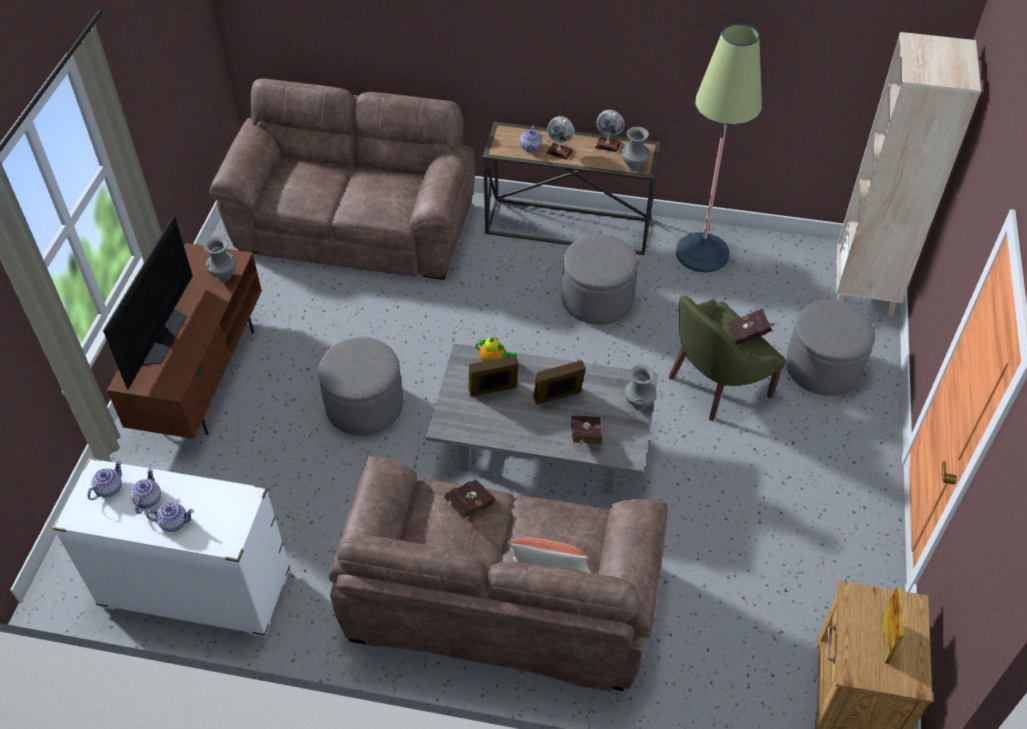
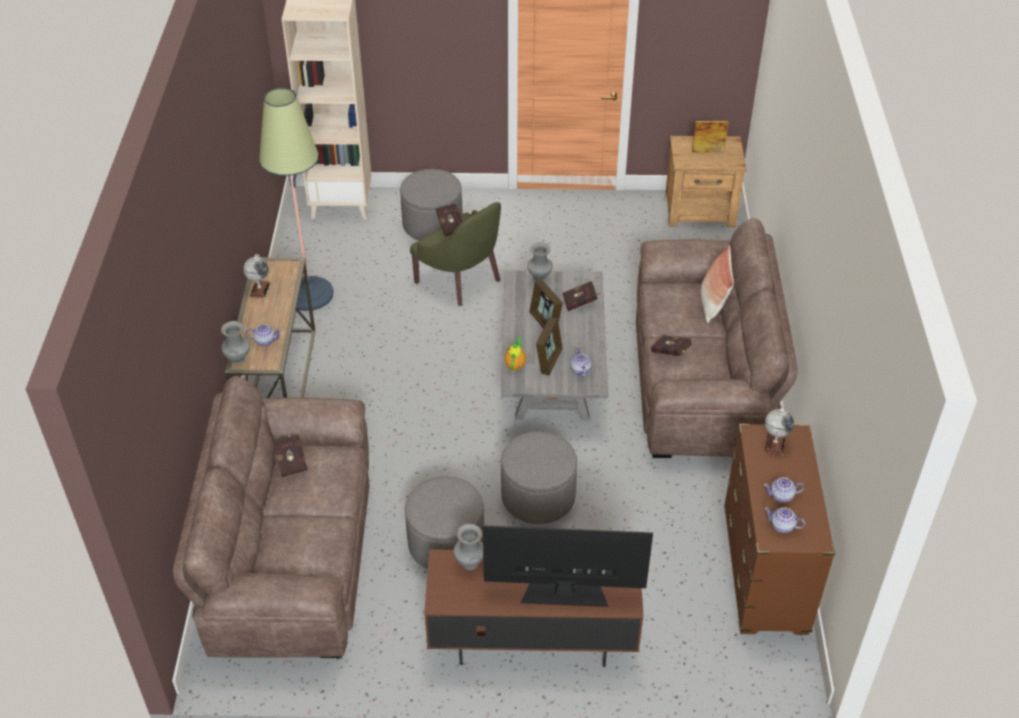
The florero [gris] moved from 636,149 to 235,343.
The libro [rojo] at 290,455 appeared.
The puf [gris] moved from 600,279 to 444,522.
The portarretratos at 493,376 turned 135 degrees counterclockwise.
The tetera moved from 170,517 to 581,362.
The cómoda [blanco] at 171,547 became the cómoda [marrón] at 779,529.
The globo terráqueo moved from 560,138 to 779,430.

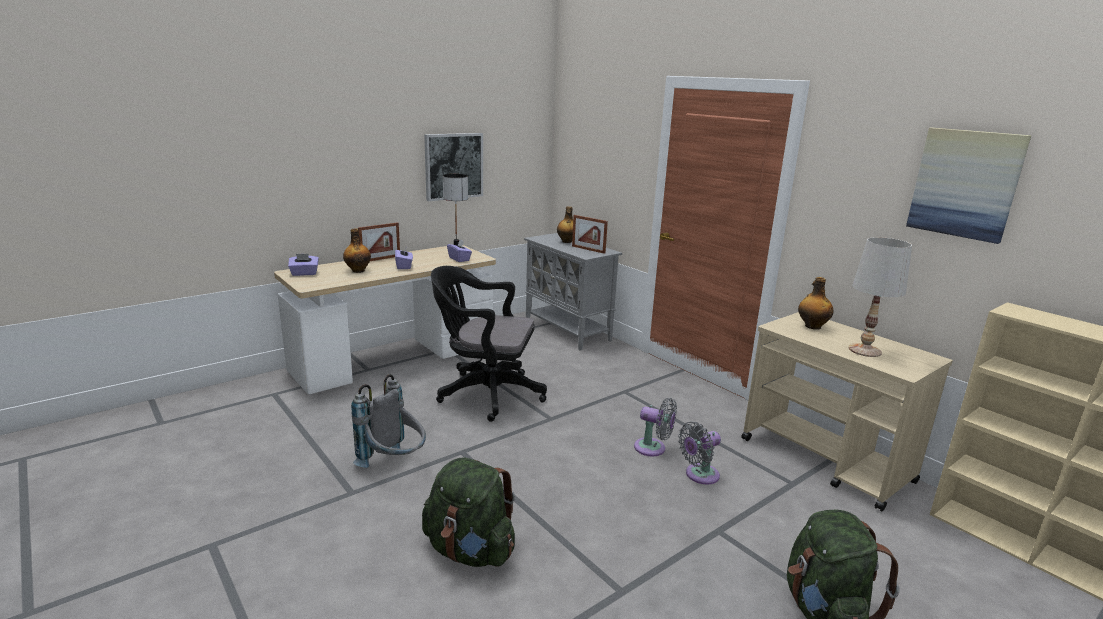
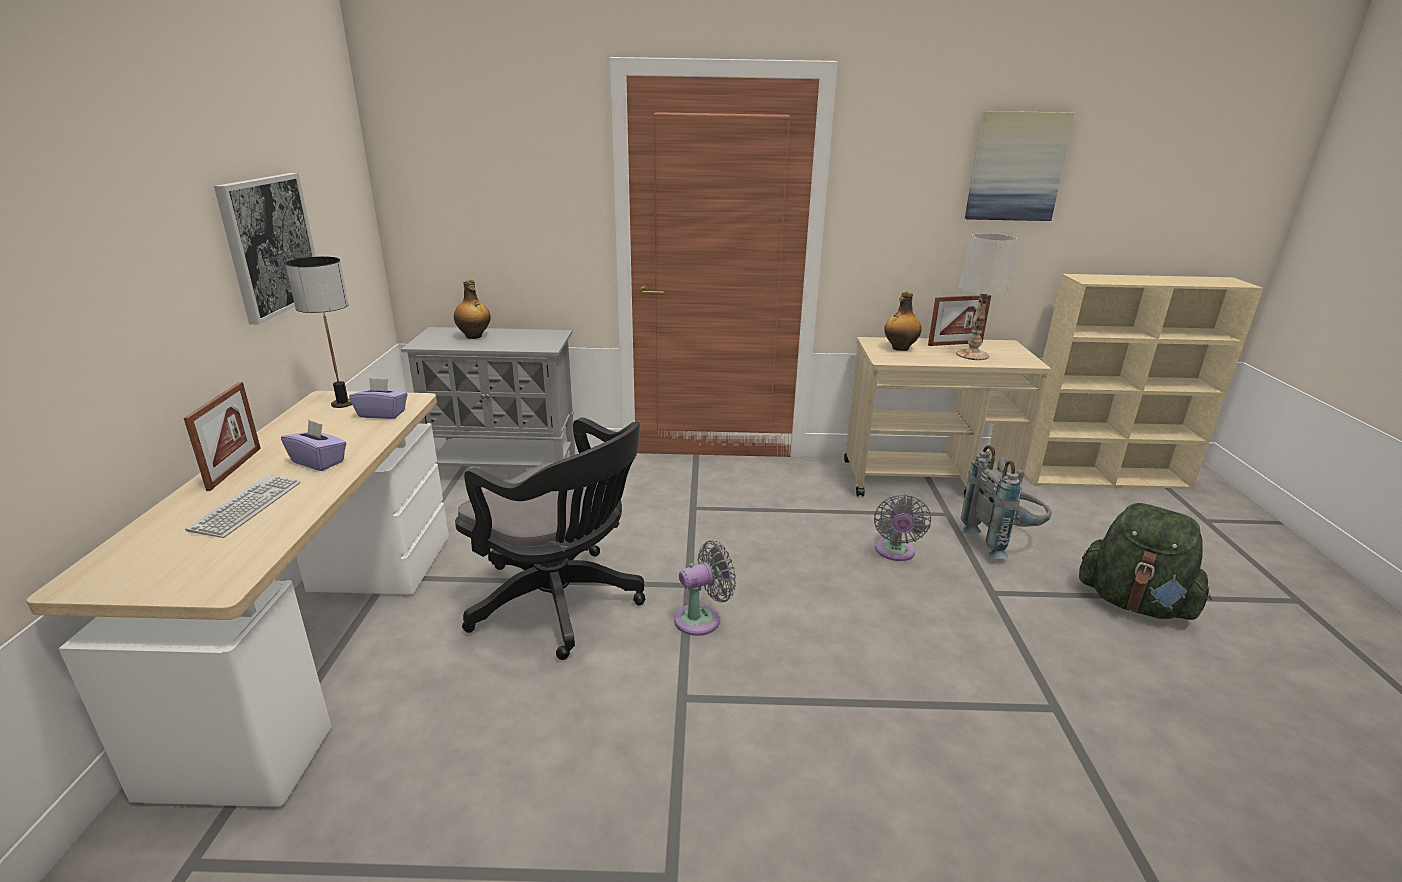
The botella at 357,251 was replaced by the teclado at 242,506.
The silla de oficina [negro] at 489,344 turned 105 degrees counterclockwise.
The ventilador [gris] moved from 655,427 to 705,588.
The portarretratos moved from 590,234 to 959,320.
The mochila [gris] moved from 388,421 to 1006,502.
The caja de pañuelos [morado] at 303,265 disappeared.
The mochila [verde] at 468,512 disappeared.

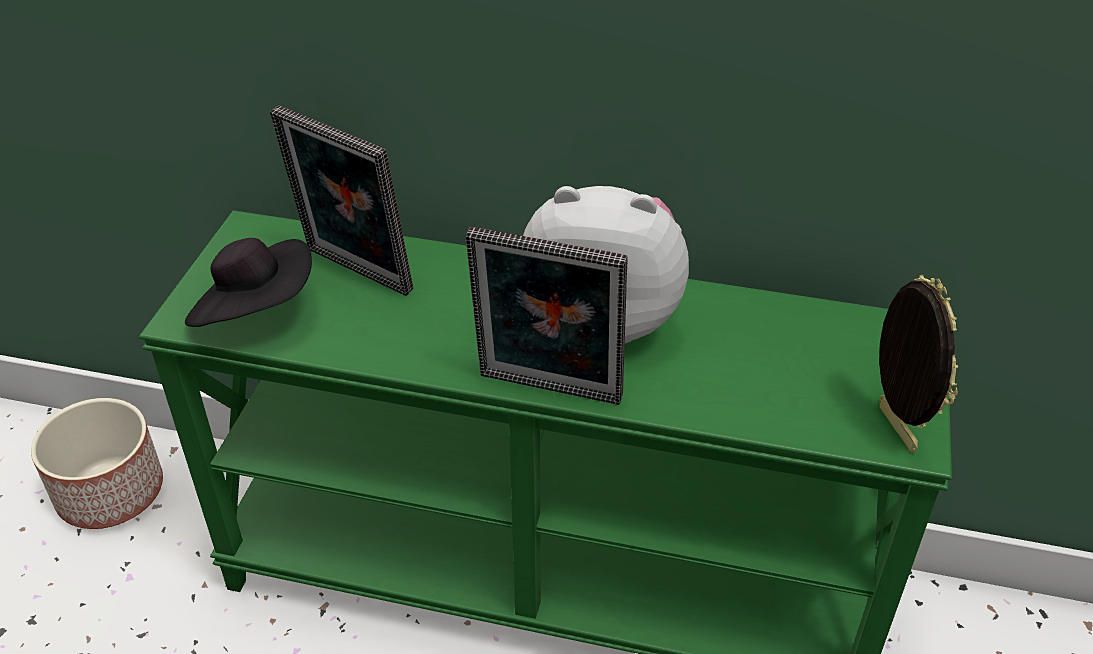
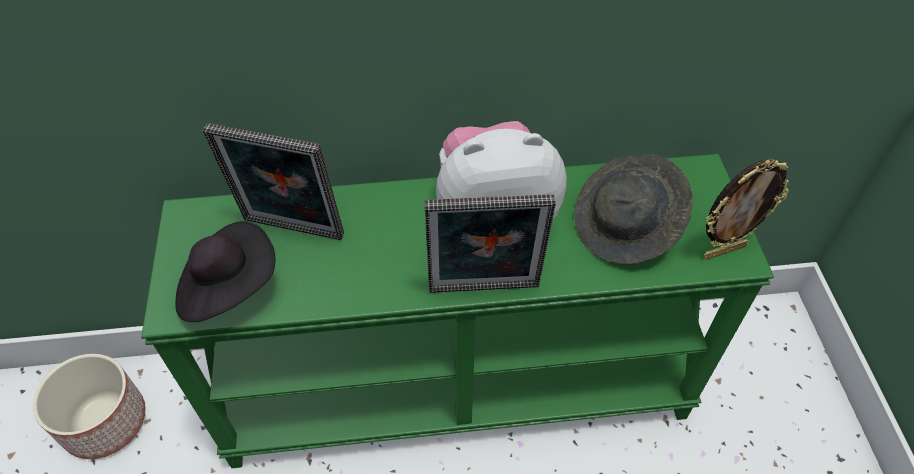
The sombrero [gris] at 633,209 appeared.
The portarretratos at 918,363 turned 105 degrees clockwise.

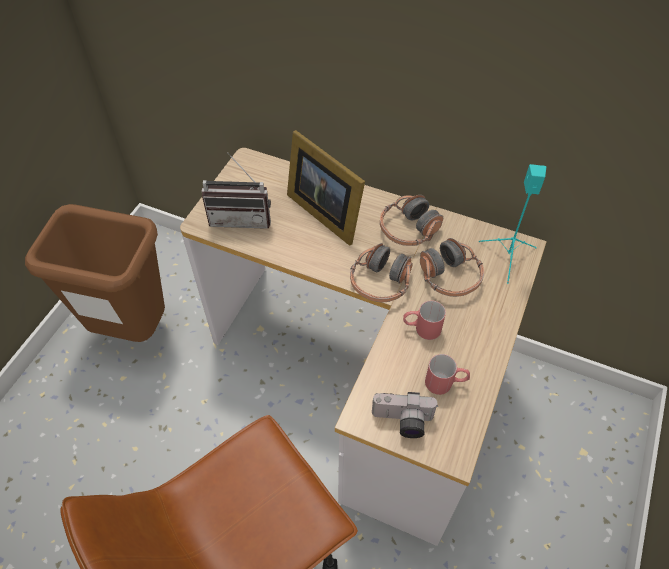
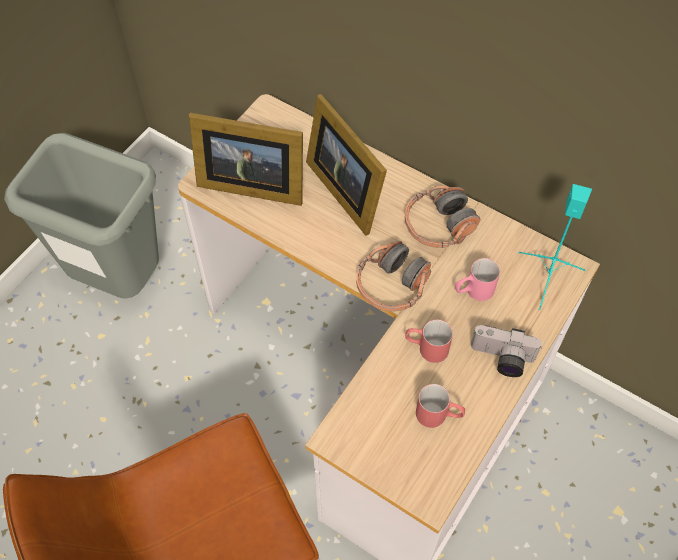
The papelera [marrón] at 95,273 became the papelera [gris] at 81,216.
The radio at 236,190 was replaced by the portarretratos at 246,159.
The auriculares at 452,267 was replaced by the taza grande [rosa] at 477,279.
The cámara moved from 405,415 to 506,351.

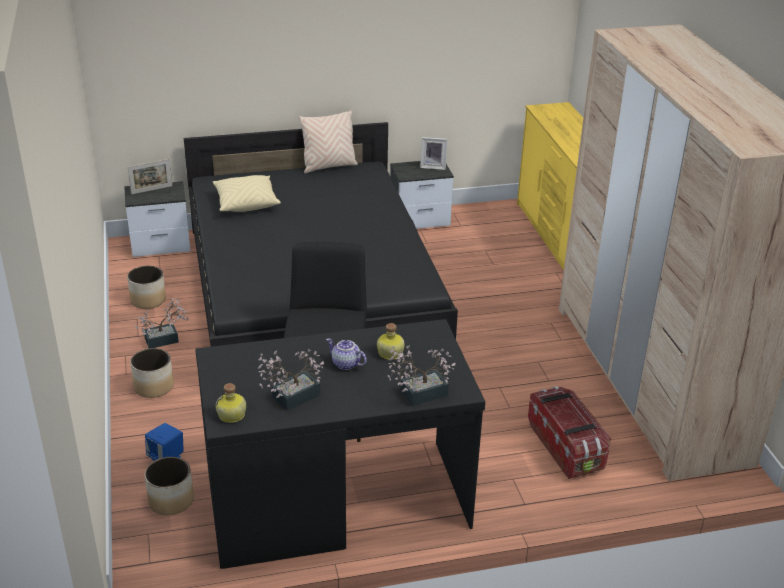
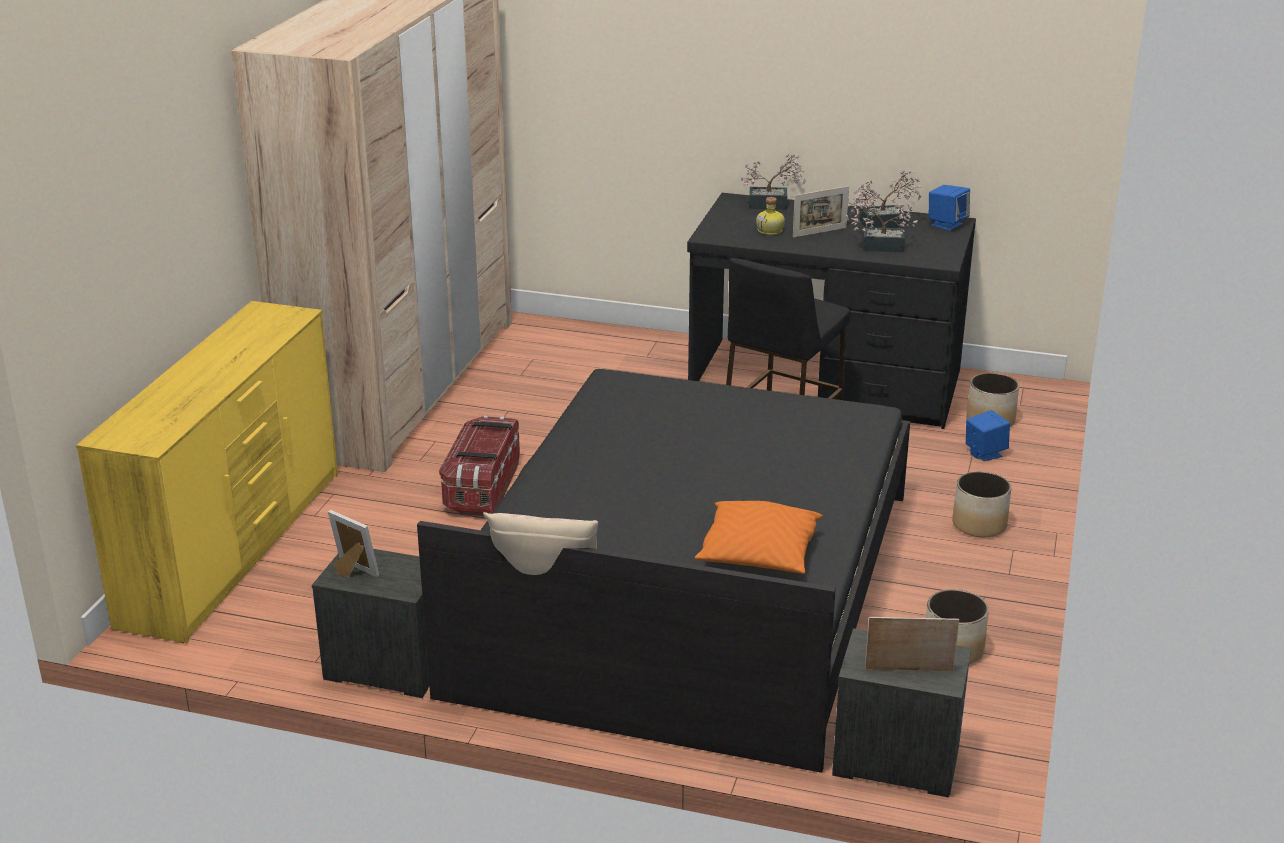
The caja de almacenaje moved from 569,432 to 479,465.
The cojín [beis] at 247,193 became the cojín [naranja] at 759,537.
The tetera at 346,354 was replaced by the portarretratos at 821,212.
The planta en maceta moved from 162,323 to 881,220.
The botella at 230,403 was replaced by the altavoz [azul] at 949,208.

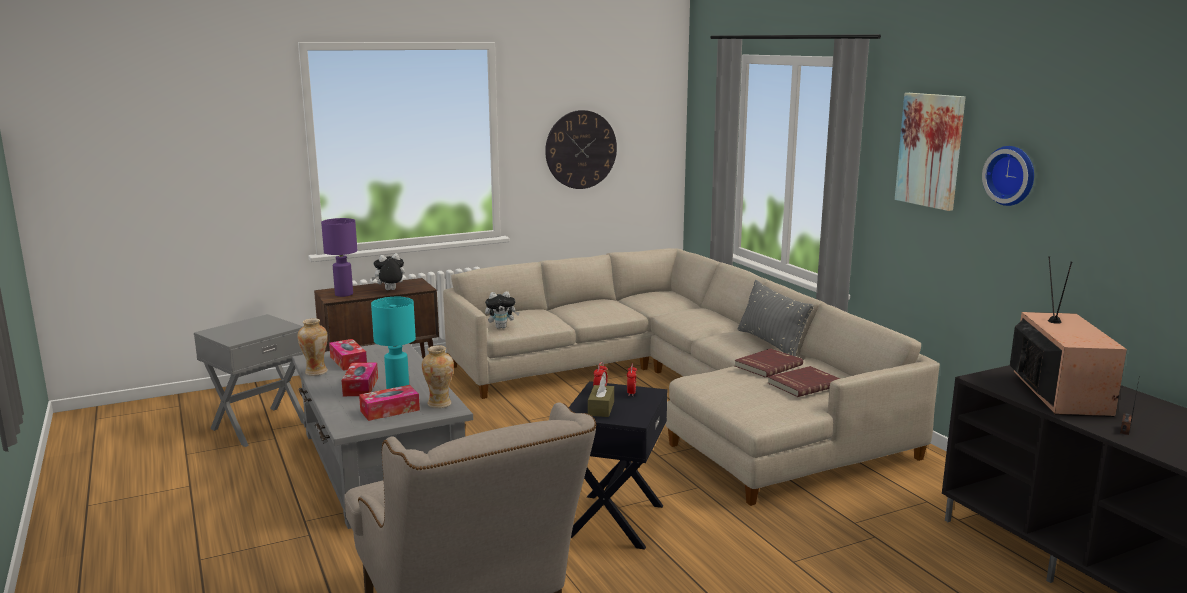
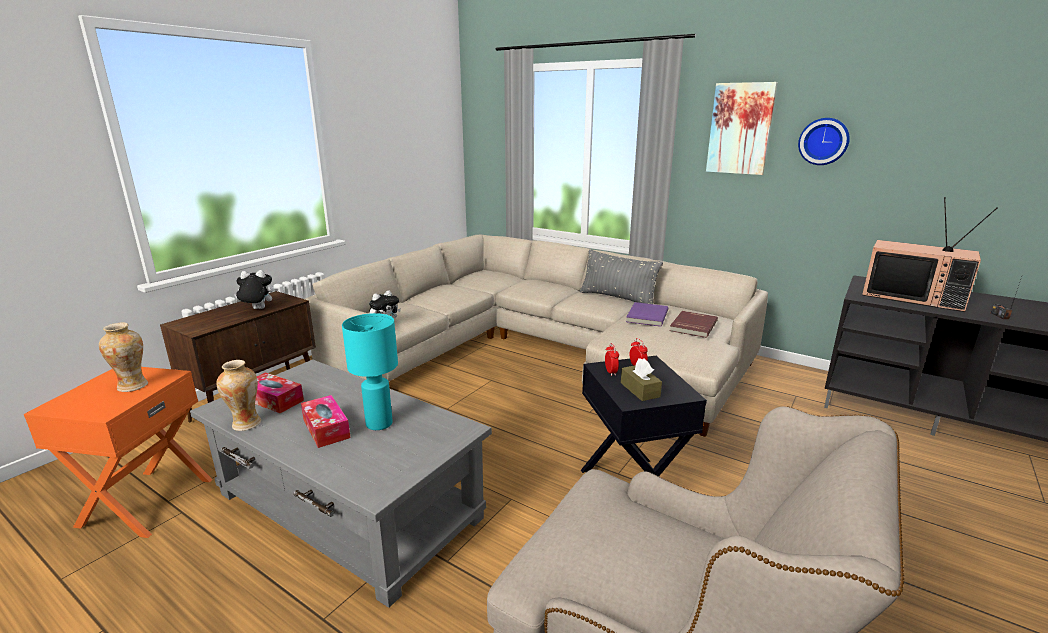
The mesa auxiliar [gris] at 249,380 became the mesa auxiliar [naranja] at 118,452.
The florero moved from 438,376 to 123,357.
The peluche at 388,271 turned 45 degrees clockwise.
The libro [rojo] at 769,363 became the libro [morado] at 647,314.
The televisor at 1068,336 turned 150 degrees clockwise.
The lámpara de mesa [morado] at 339,257 disappeared.
The caja de pañuelos at 389,403 disappeared.
The reloj de pared at 581,149 disappeared.

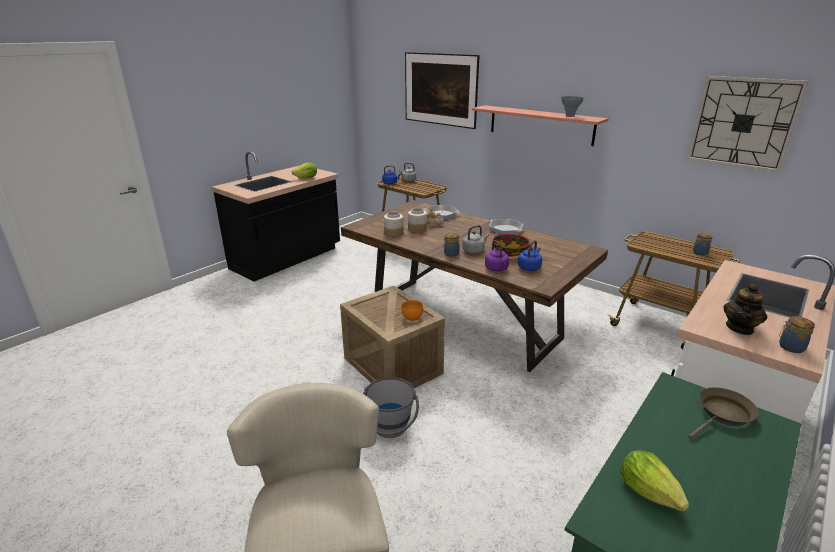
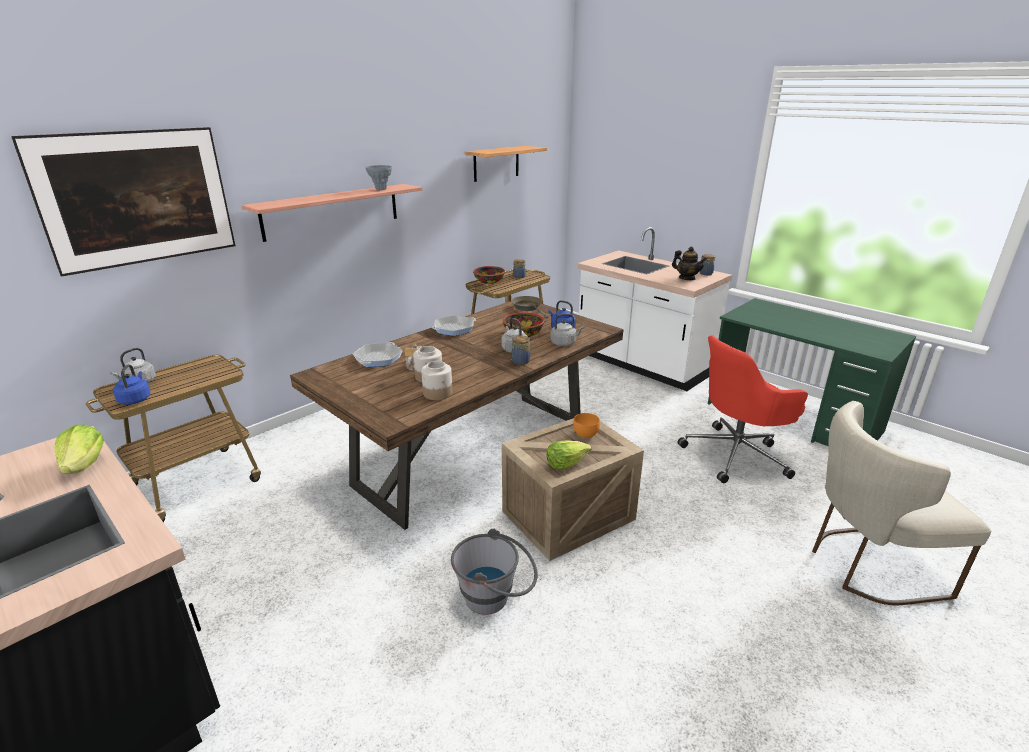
The cubo [gris] moved from 391,407 to 494,572.
The reloj de pared at 748,124 was replaced by the estante at 506,164.
The cuenco at 489,275 appeared.
The sartén [marrón] moved from 723,413 to 529,307.
The lechuga moved from 654,481 to 568,455.
The hervidor [morado] at 497,255 became the hervidor [gris] at 567,330.
The silla de oficina [rojo] at 742,409 appeared.

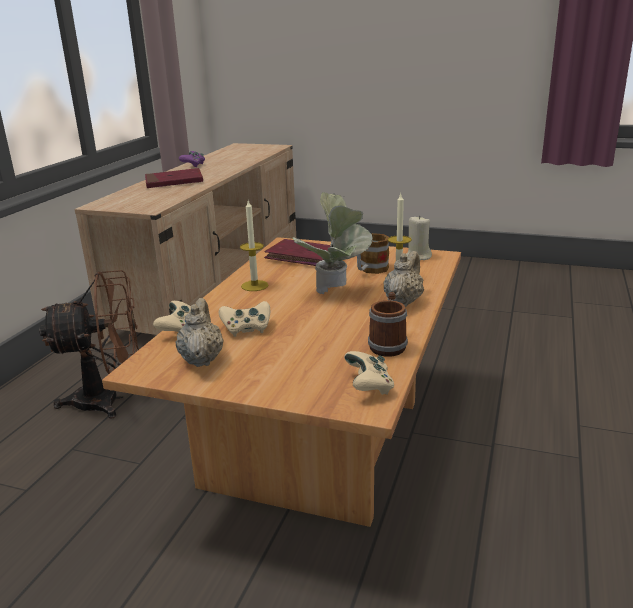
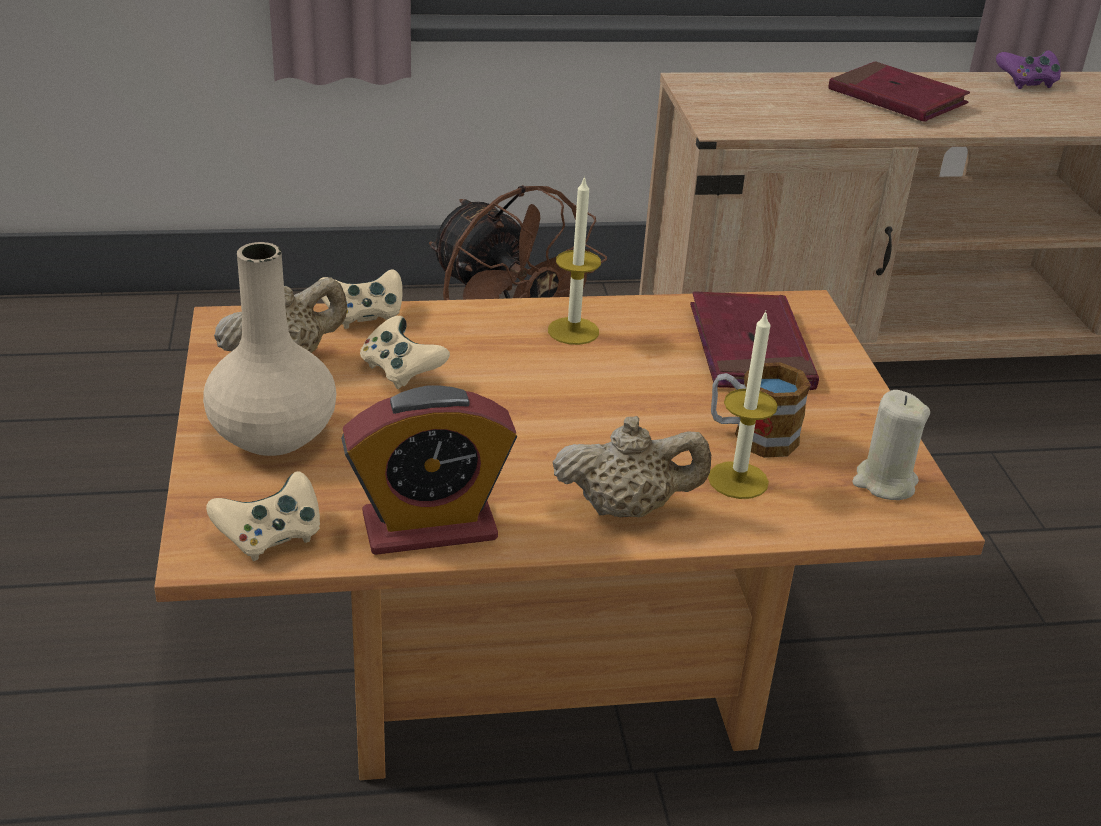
The florero [beis] at 269,349 appeared.
The taza grande at 388,324 was replaced by the despertador at 429,470.
The planta en maceta at 332,243 disappeared.

